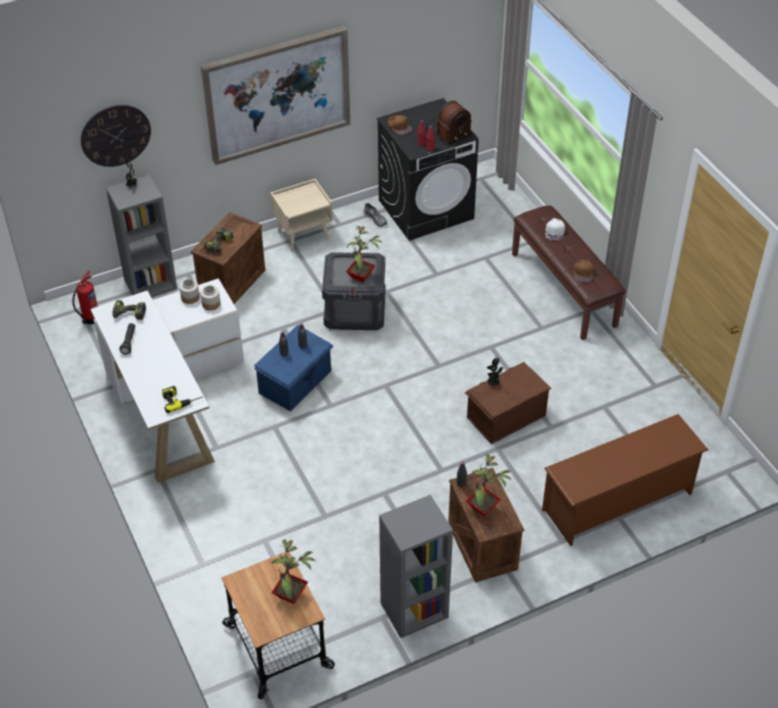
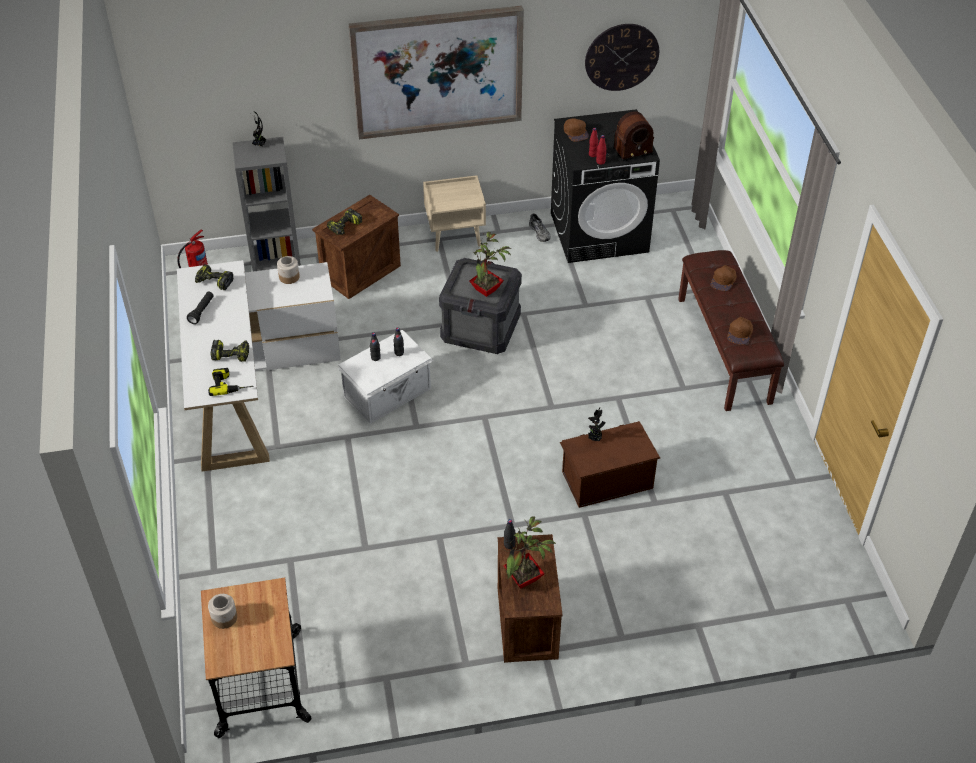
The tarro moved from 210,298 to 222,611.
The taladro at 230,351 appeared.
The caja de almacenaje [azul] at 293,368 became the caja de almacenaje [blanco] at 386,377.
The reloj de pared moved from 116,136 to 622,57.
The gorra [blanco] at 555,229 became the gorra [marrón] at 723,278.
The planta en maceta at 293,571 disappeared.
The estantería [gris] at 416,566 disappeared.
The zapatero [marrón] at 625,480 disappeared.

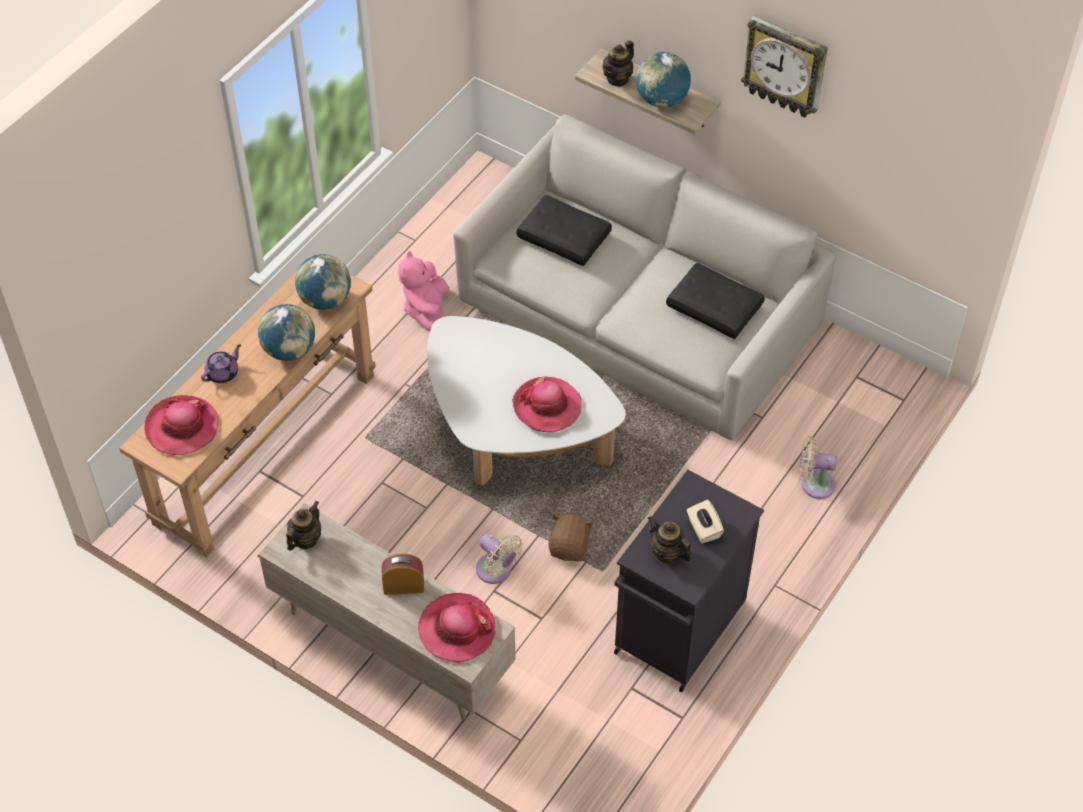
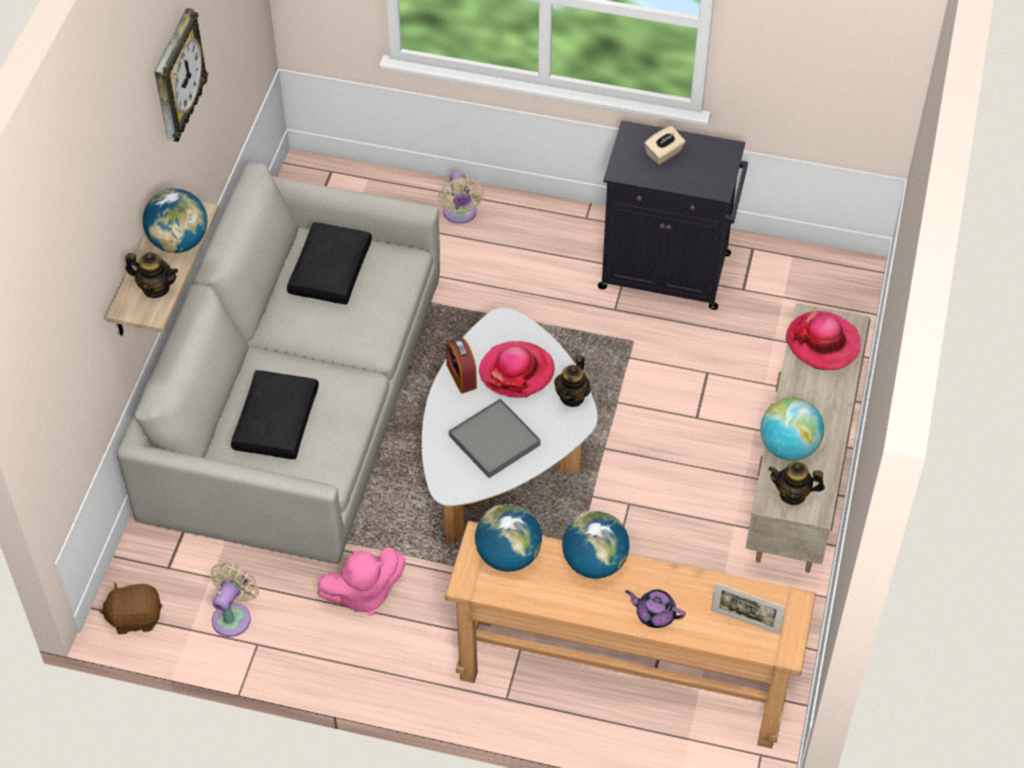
The peluche [marrón] moved from 571,537 to 131,608.
The ventilador [beis] moved from 499,558 to 234,599.
The despertador moved from 403,574 to 461,365.
The bandeja [gris] at 495,438 appeared.
The tetera moved from 669,540 to 572,381.
The sombrero at 181,425 was replaced by the portarretratos at 748,608.
The globo terráqueo at 792,429 appeared.

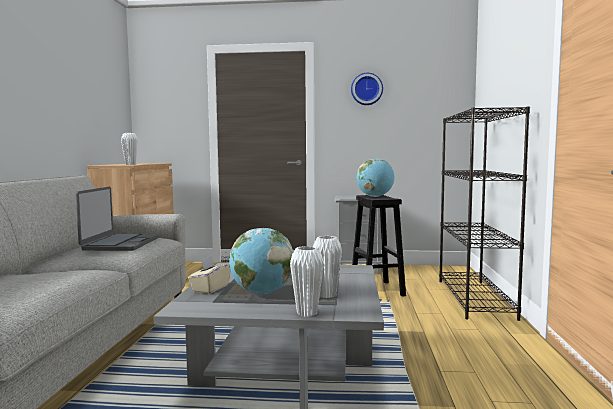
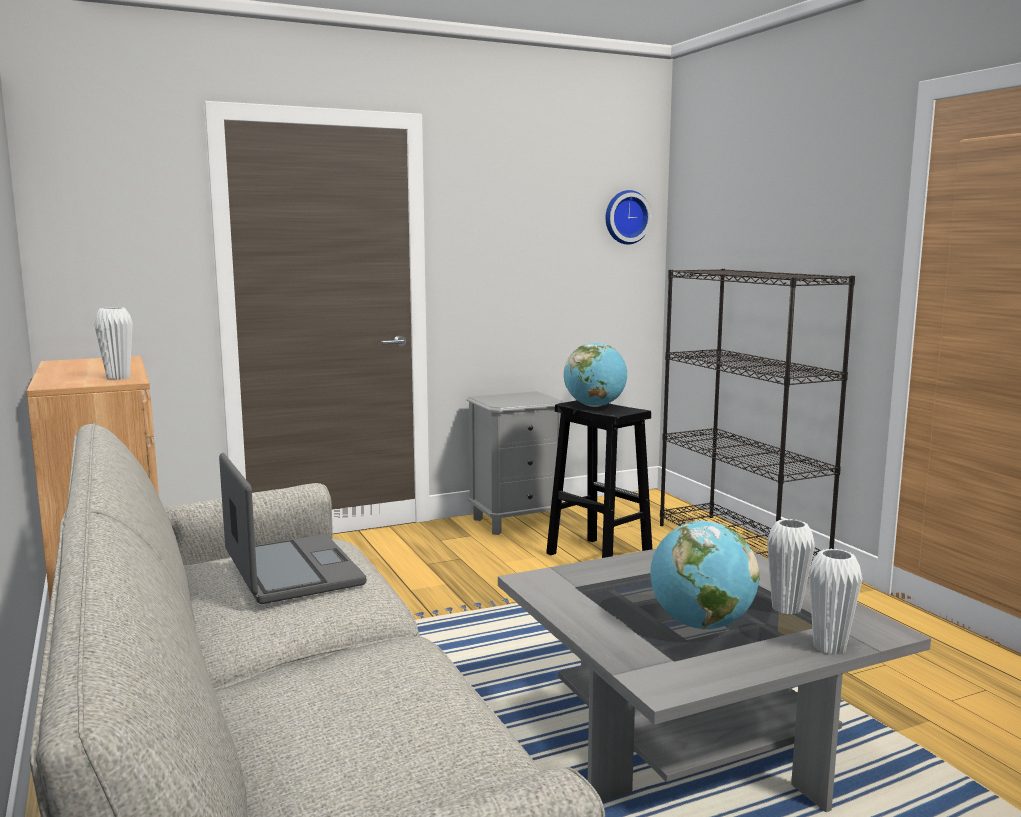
The reloj de pared moved from 367,89 to 629,217.
The caja de pañuelos [beis] at 209,275 disappeared.

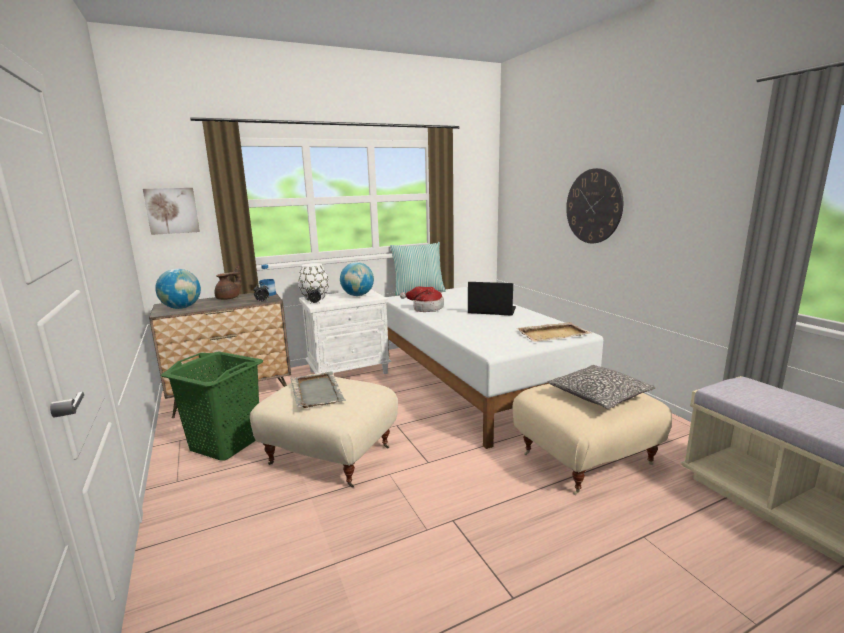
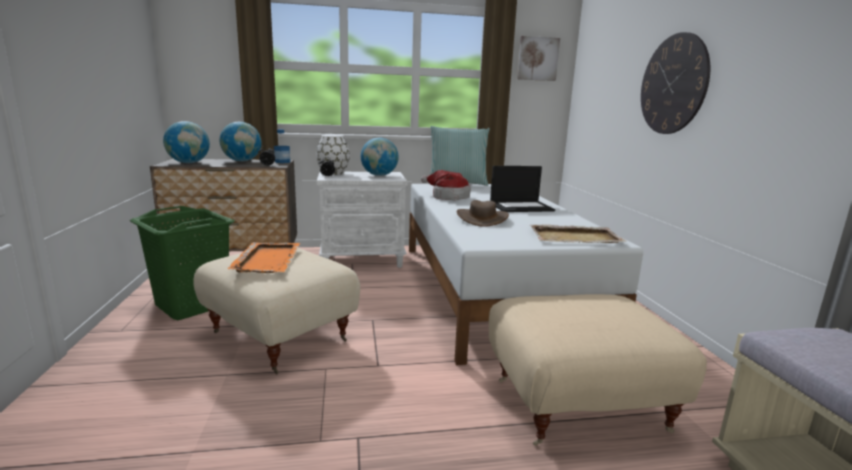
The tetera [marrón] at 227,283 was replaced by the globo terráqueo at 241,141.
The bandeja [gris] at 318,389 became the bandeja [naranja] at 264,257.
The sombrero [marrón] at 483,213 appeared.
The portátil at 492,299 turned 135 degrees clockwise.
The cuadro moved from 171,211 to 538,58.
The cojín at 601,387 disappeared.

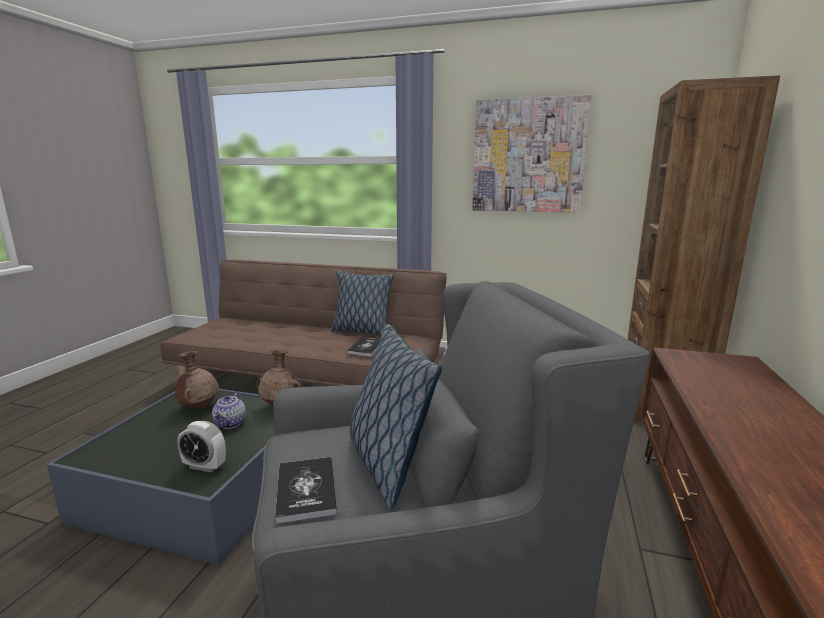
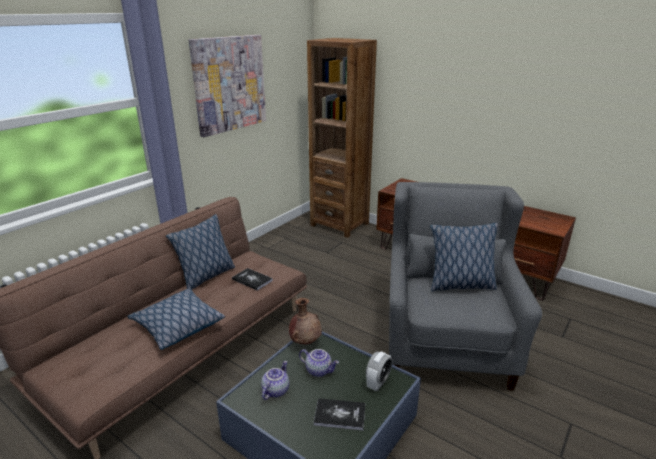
The cojín at 176,319 appeared.
The florero [marrón] at 197,379 was replaced by the tetera at 275,380.
The libro moved from 306,490 to 339,414.

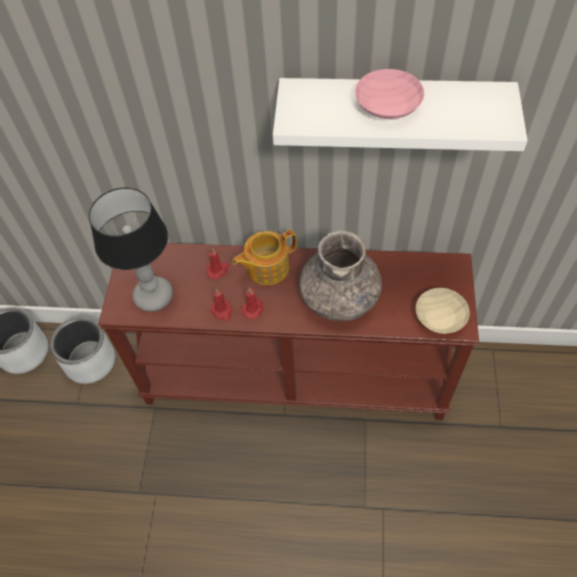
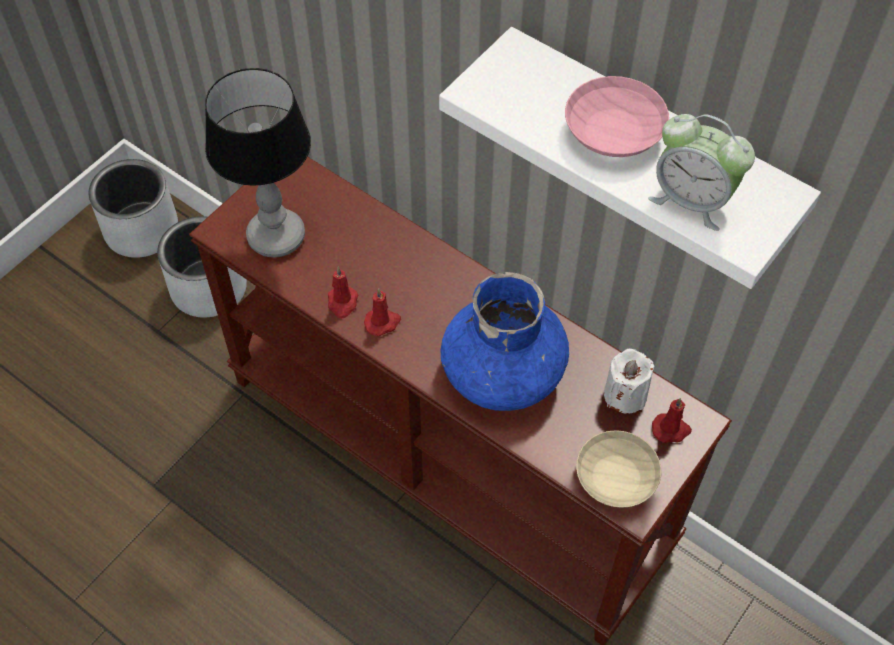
The florero [gris] at 341,276 became the florero [azul] at 504,341.
The vela [blanco] at 629,381 appeared.
The despertador at 701,172 appeared.
The vela [rojo] moved from 217,263 to 672,420.
The tetera at 264,257 disappeared.

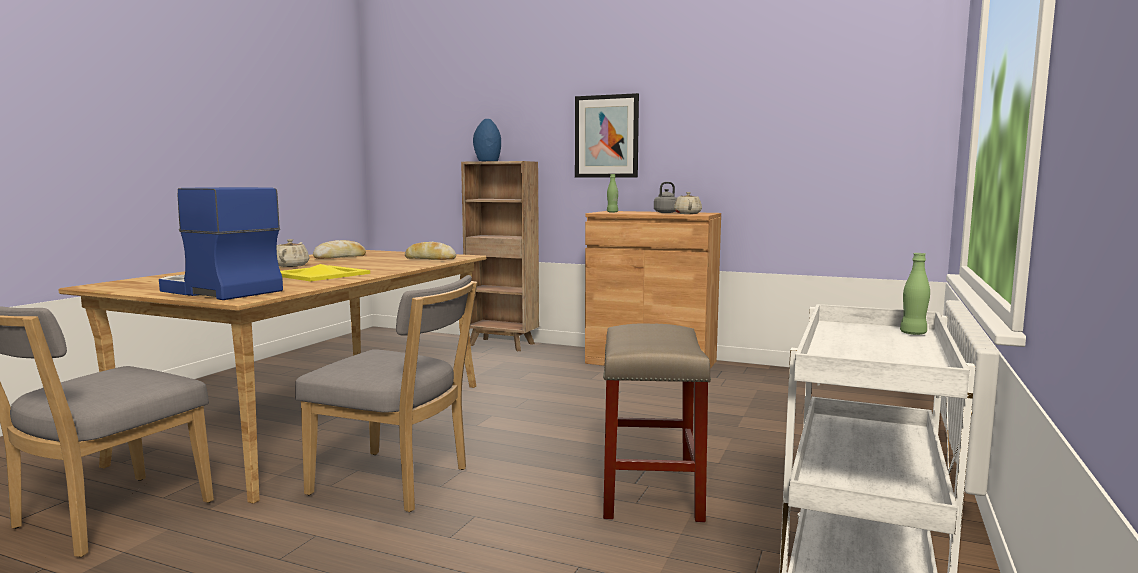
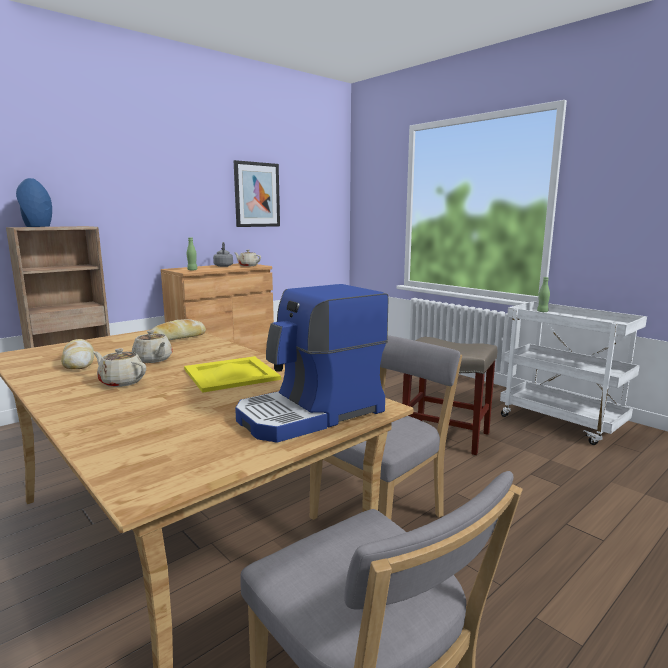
The tetera [beis] at 152,346 appeared.
The cuadro moved from 607,135 to 257,193.

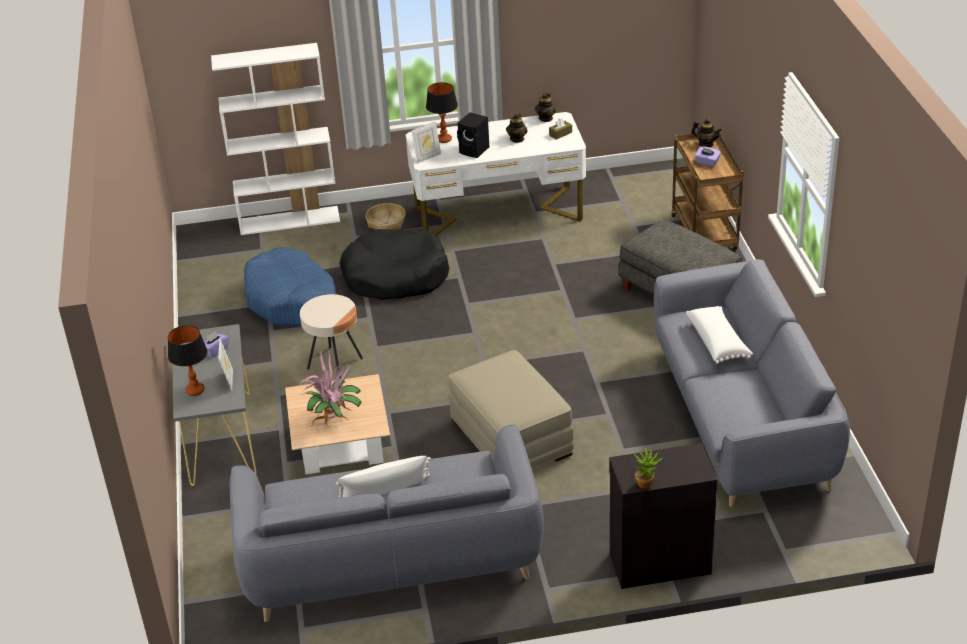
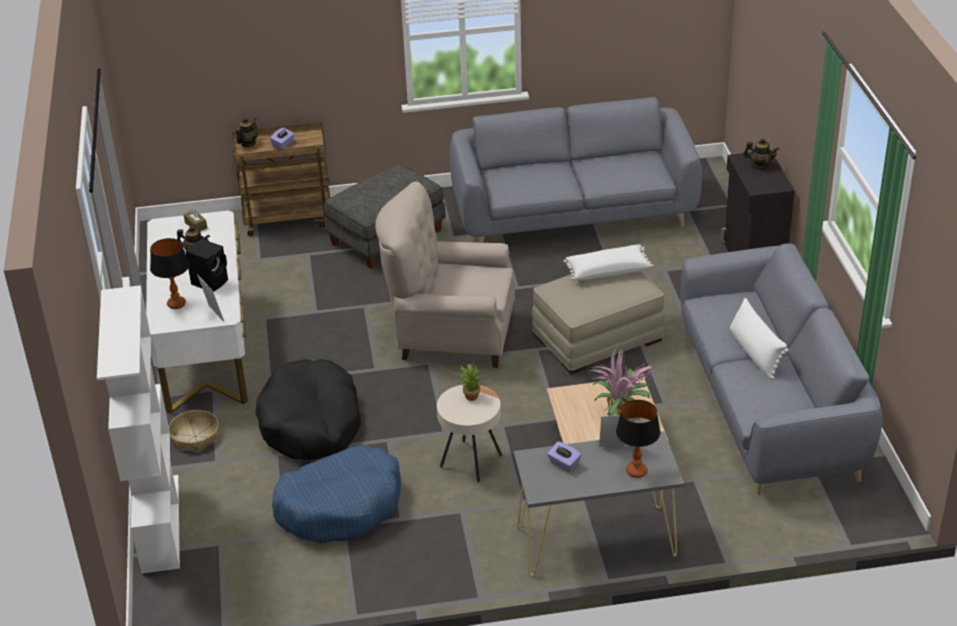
The sillón [beis] at 445,274 appeared.
The planta en maceta moved from 647,468 to 469,382.
The cojín [blanco] moved from 719,335 to 608,262.
The tetera moved from 545,107 to 761,153.

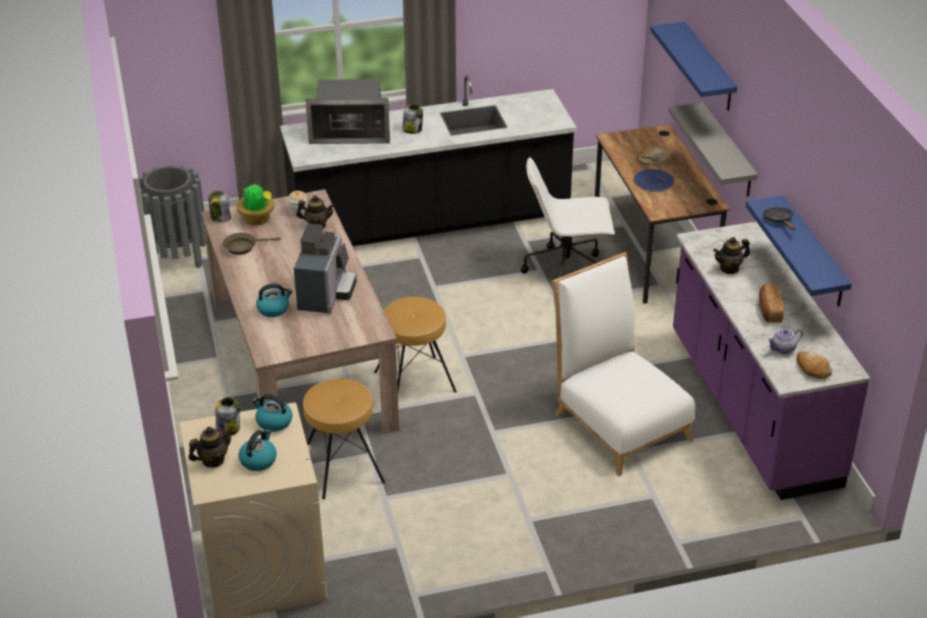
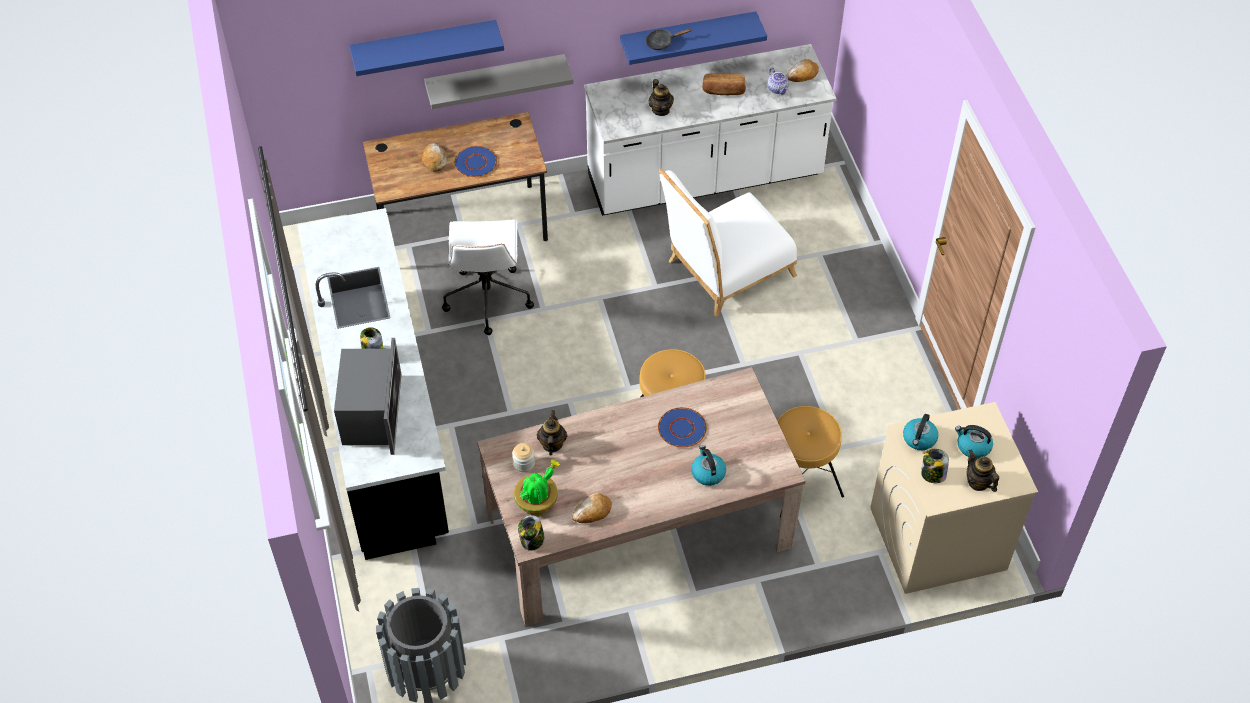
The sartén [marrón] at 252,244 was replaced by the pan at 592,508.
The mueble bajo de cocina [morado] at 771,361 became the mueble bajo de cocina [blanco] at 710,130.
The cafetera at 325,269 was replaced by the plato [azul] at 682,427.

